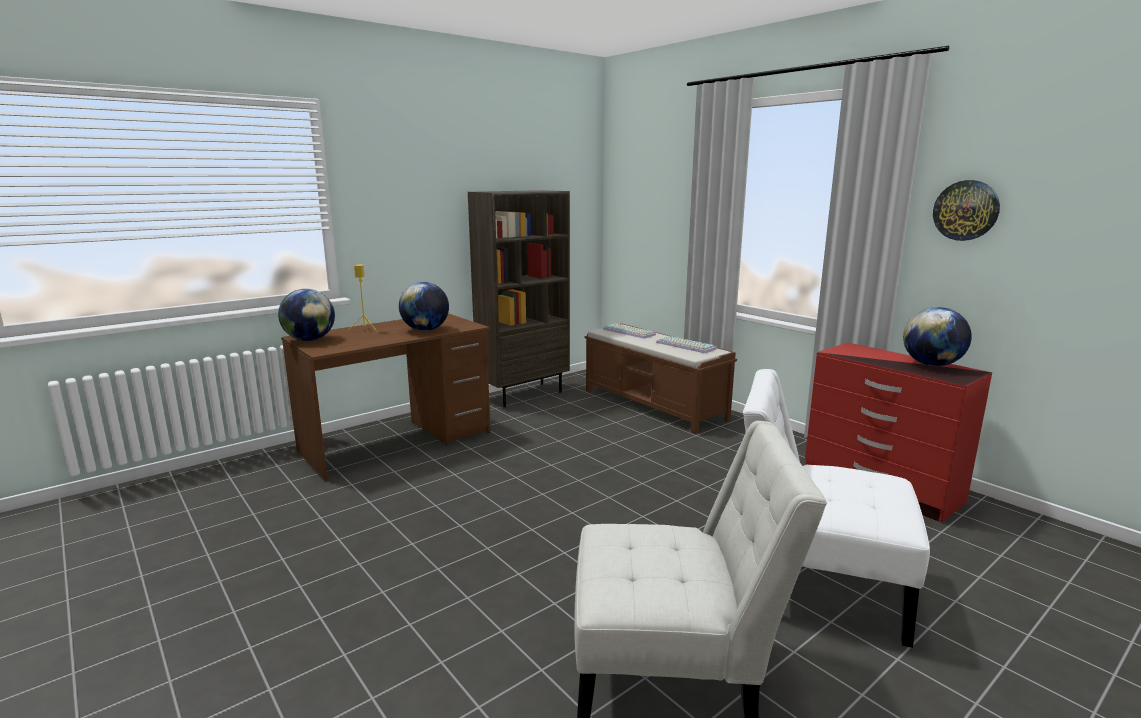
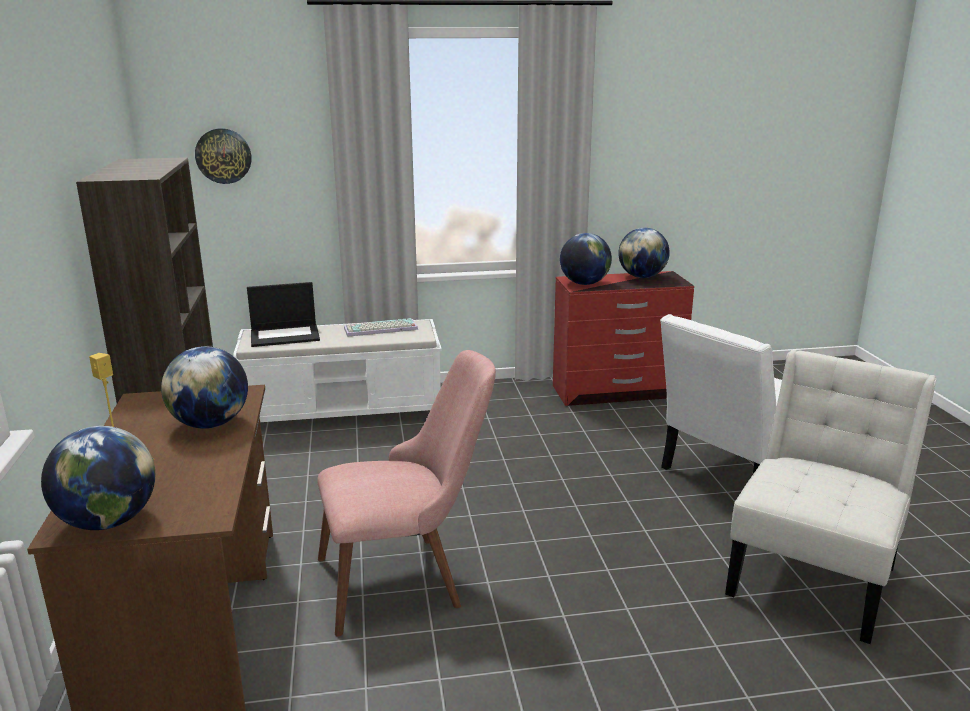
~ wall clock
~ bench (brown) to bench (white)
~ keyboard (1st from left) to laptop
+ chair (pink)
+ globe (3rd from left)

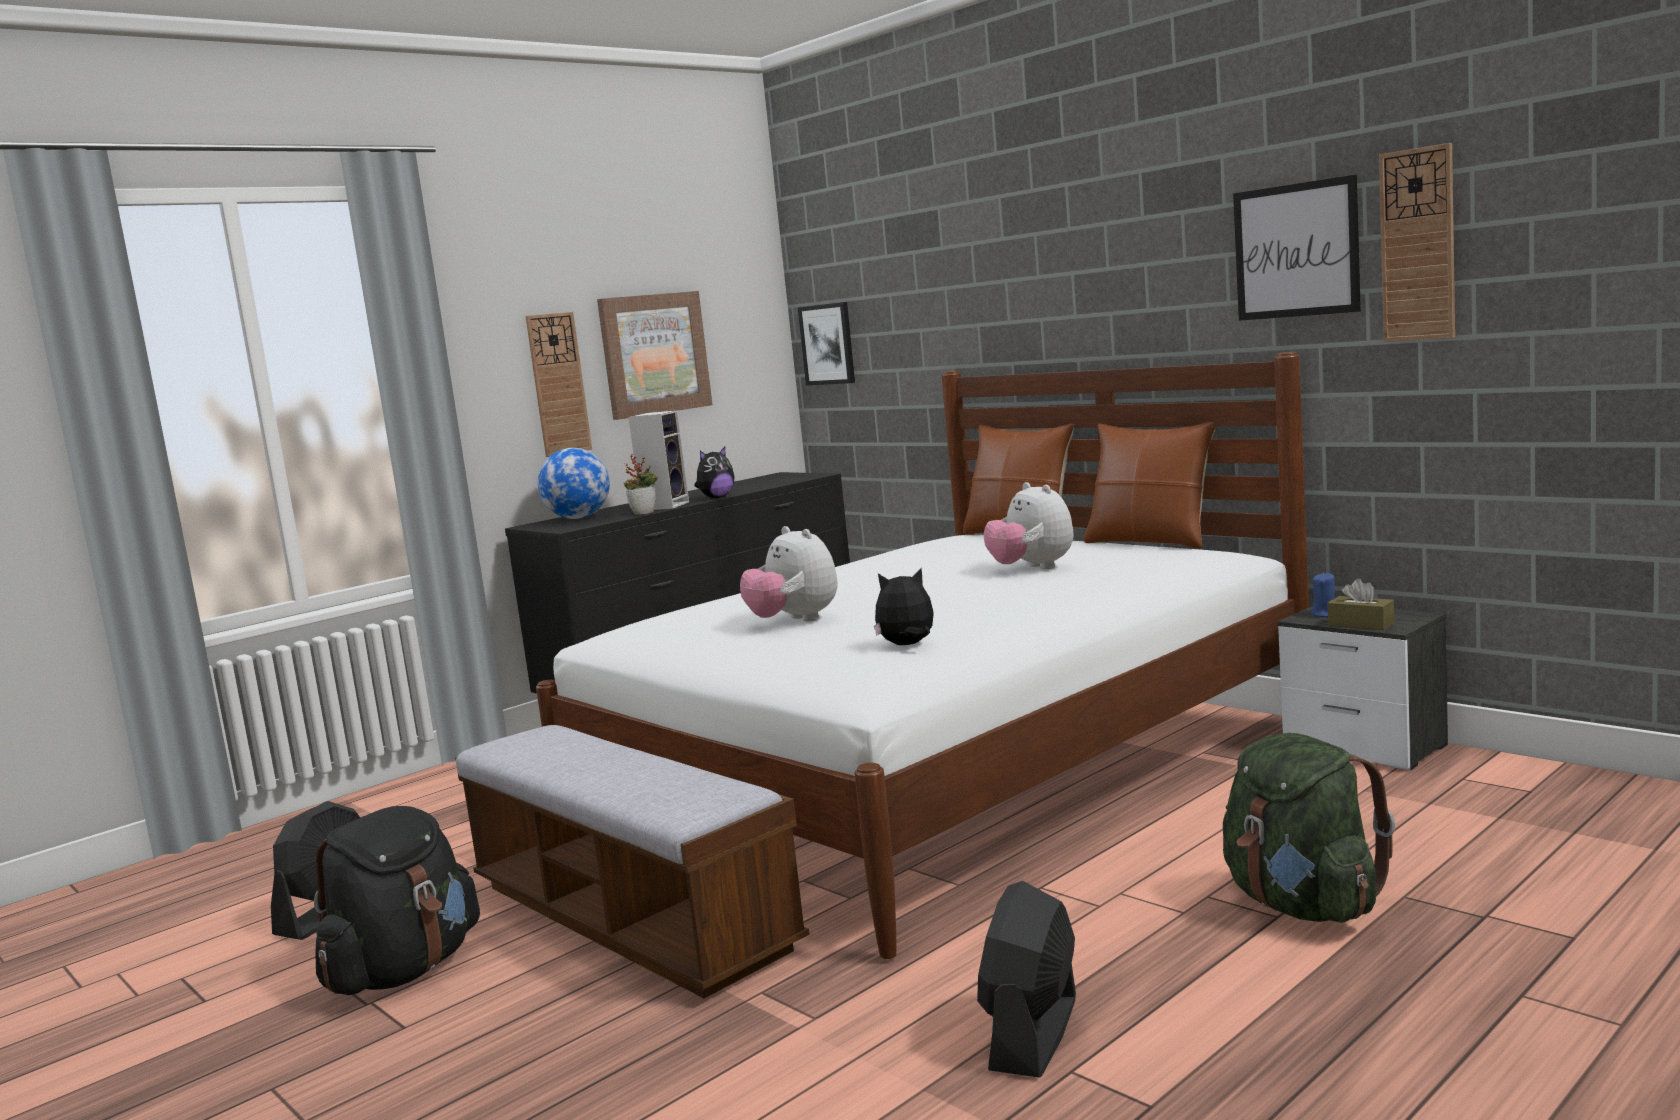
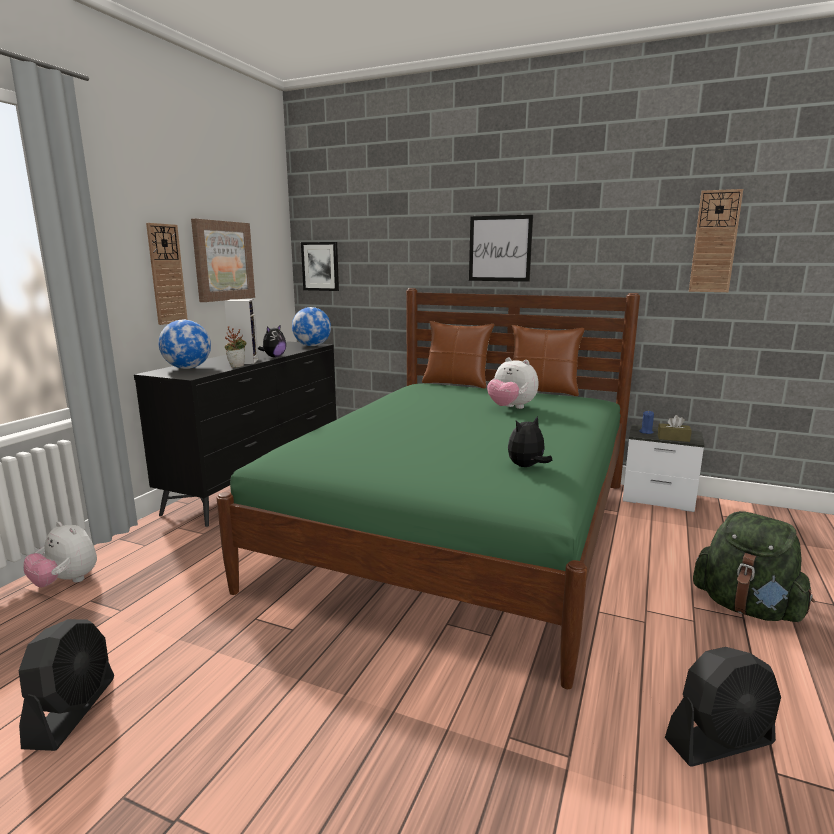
~ plush toy (2nd from left in the first image) to plush toy (1st from left)
~ bed (white) to bed (green)
+ globe (2nd from left)
~ picture (3rd from left)
~ fan (black) (2nd from left) 105 degrees counterclockwise
- backpack (black)
- bench

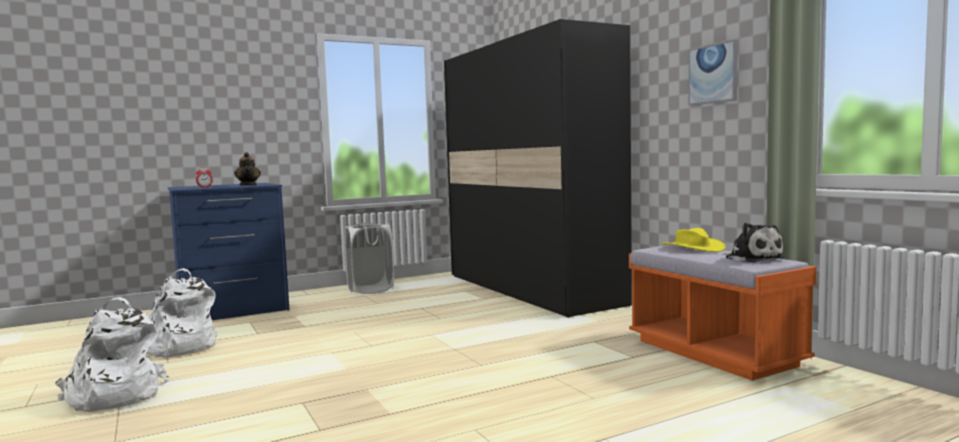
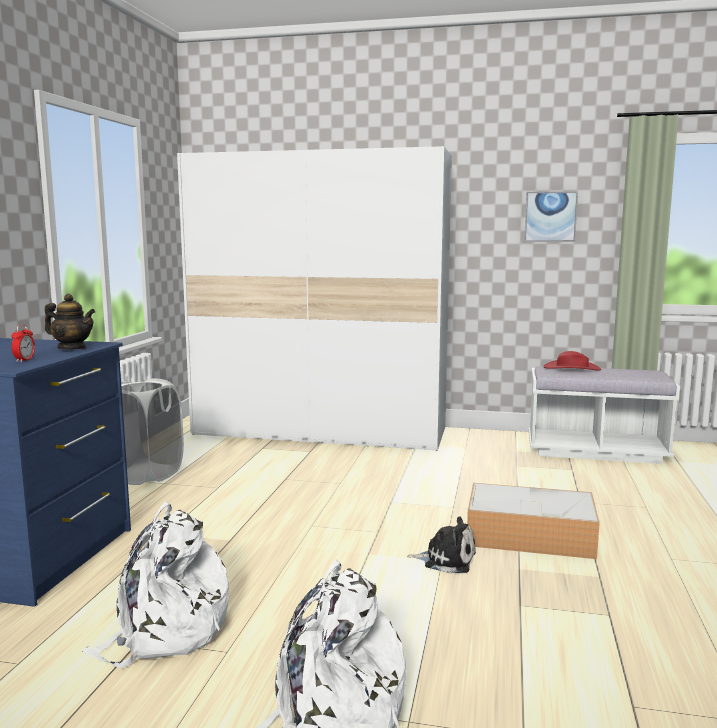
~ wardrobe (black) to wardrobe (white)
~ plush toy
+ storage box
~ bench (orange) to bench (white)
~ hat (yellow) to hat (red)

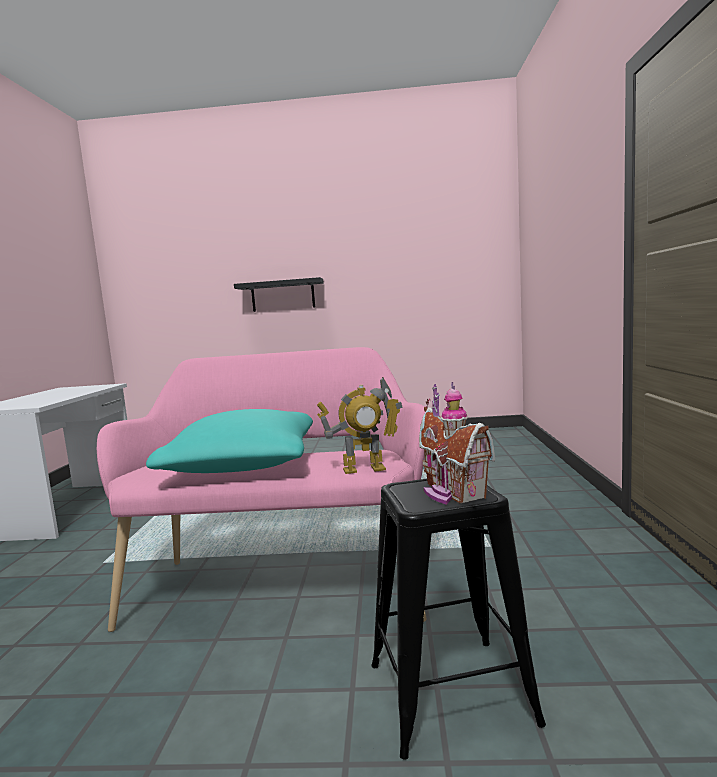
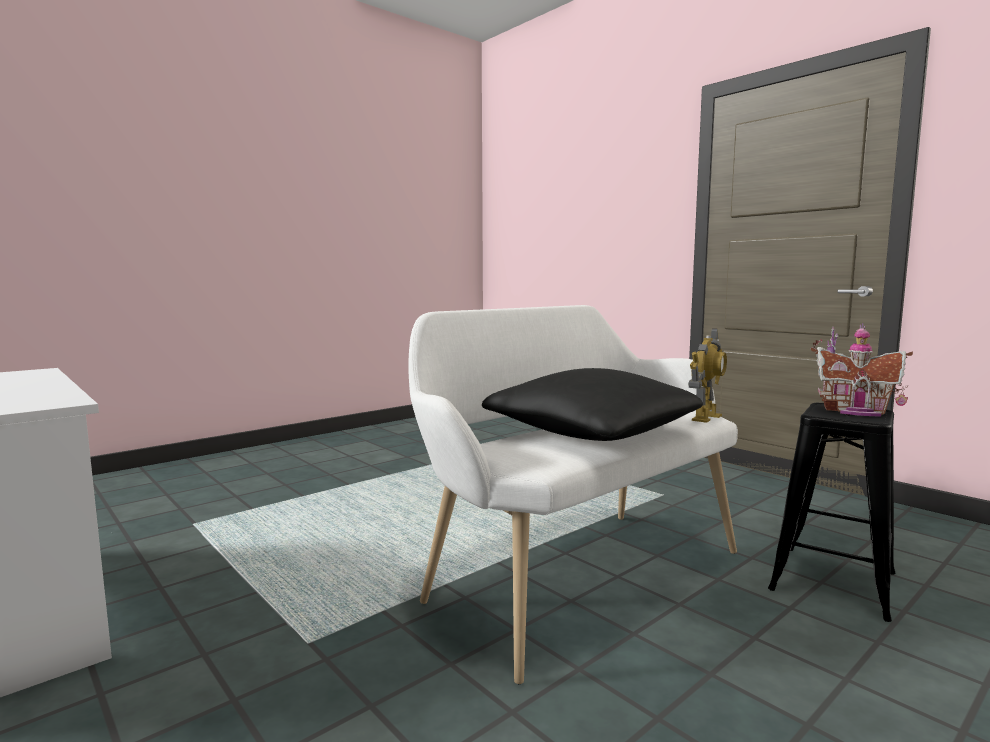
~ bench (pink) to bench (white)
~ pillow (turquoise) to pillow (black)
- shelf (black)

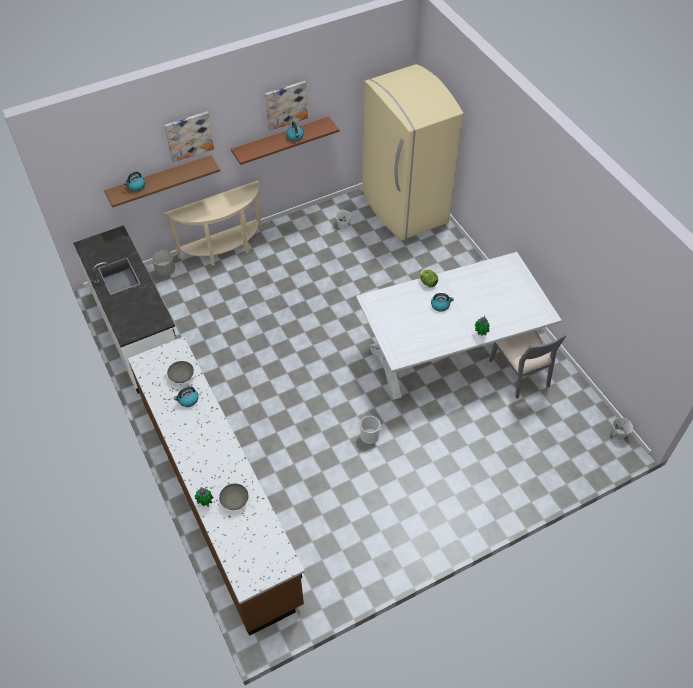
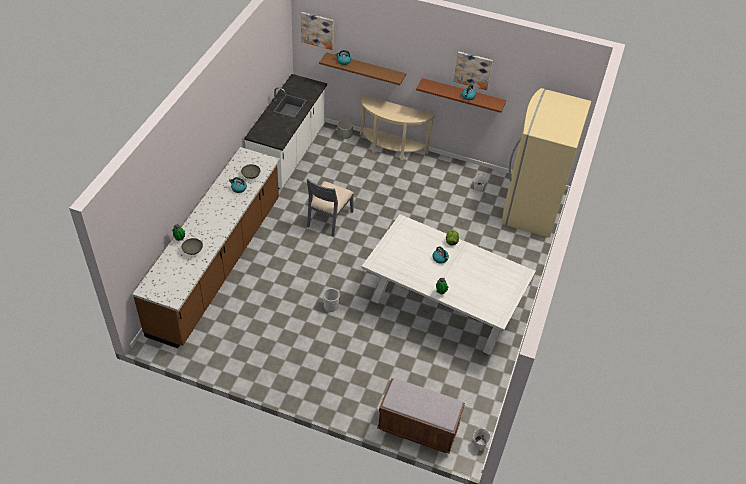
~ picture (1st from left)
~ chair (grey)
+ bench (brown)

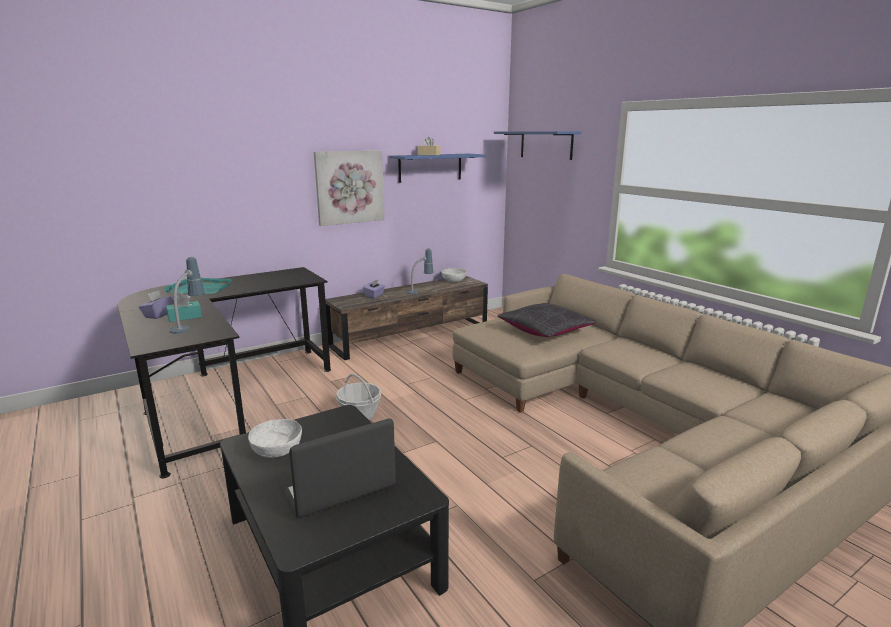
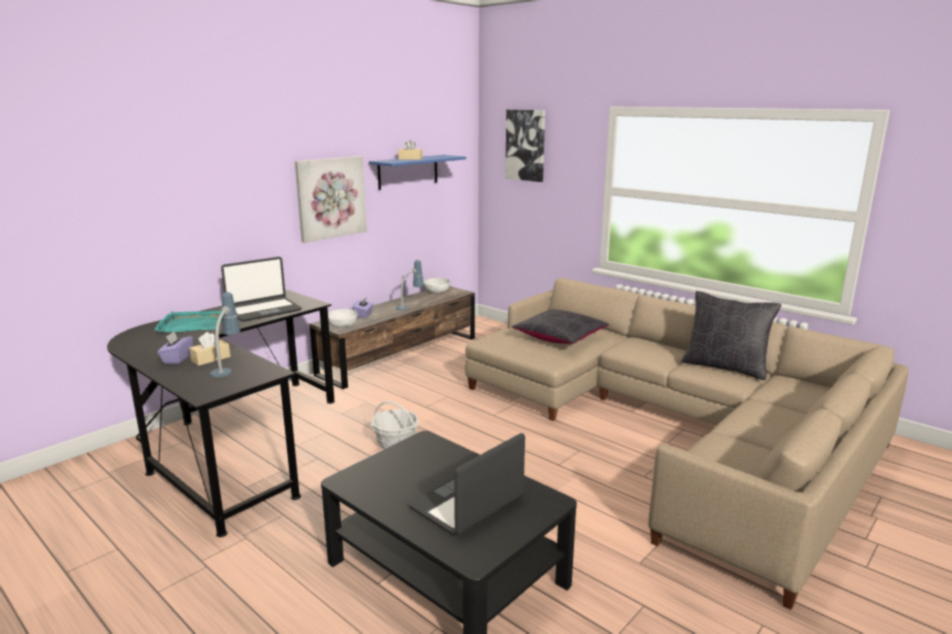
~ tissue box (turquoise) to tissue box (beige) (1st from left)
+ laptop (1st from left)
~ bowl (white) (1st from left)
~ shelf (blue) (2nd from left) to picture (2nd from left)
+ pillow (black) (2nd from left)

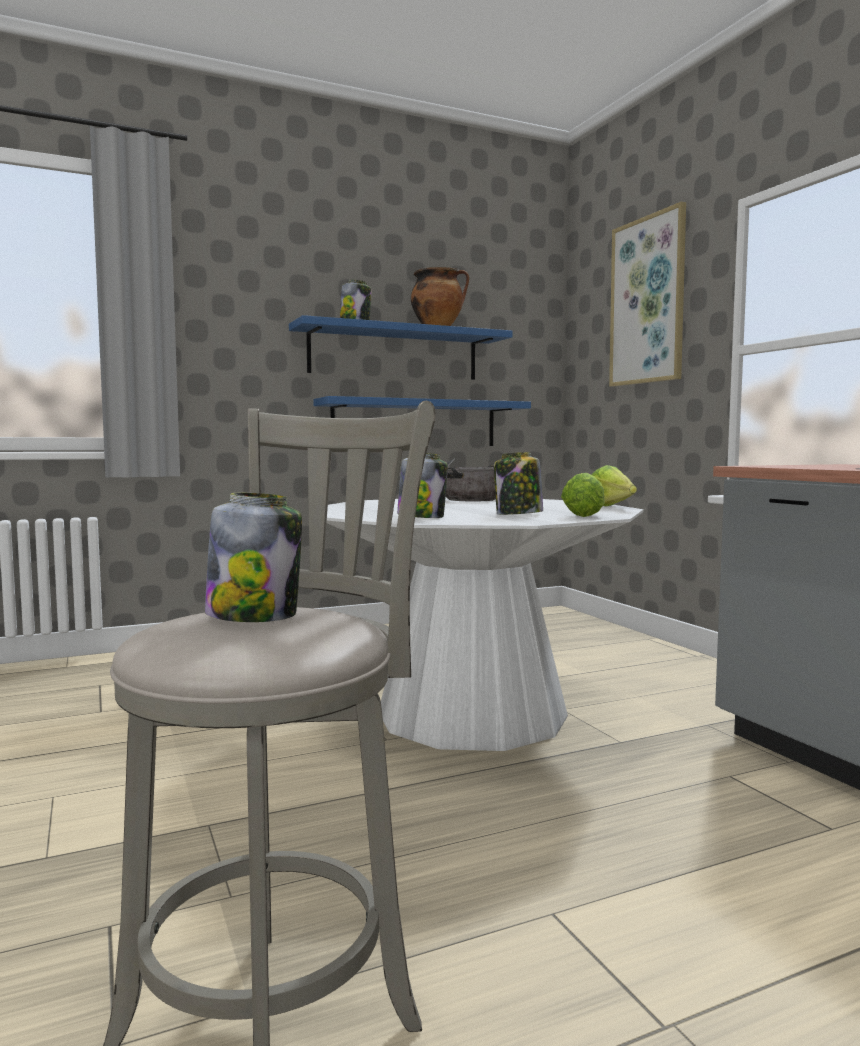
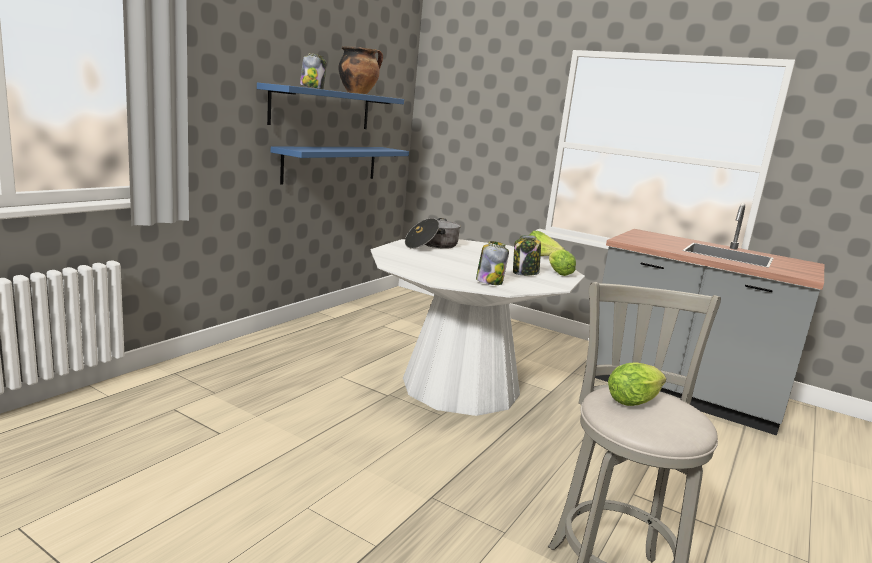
~ jar (1st from left) to lettuce (3rd from left)
- picture

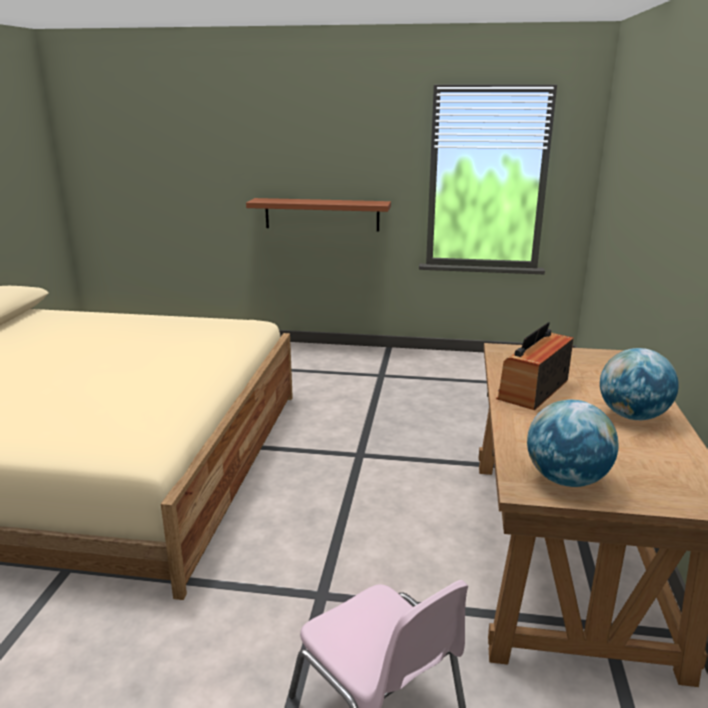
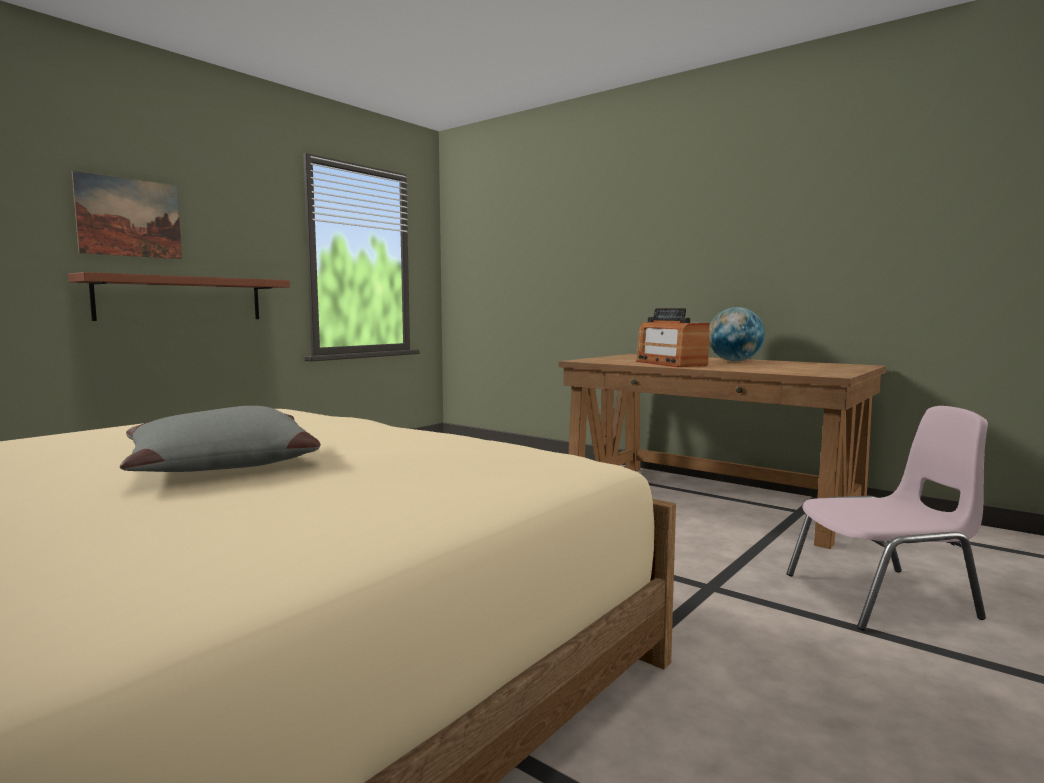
+ picture
+ pillow (grey)
- globe (1st from left)

